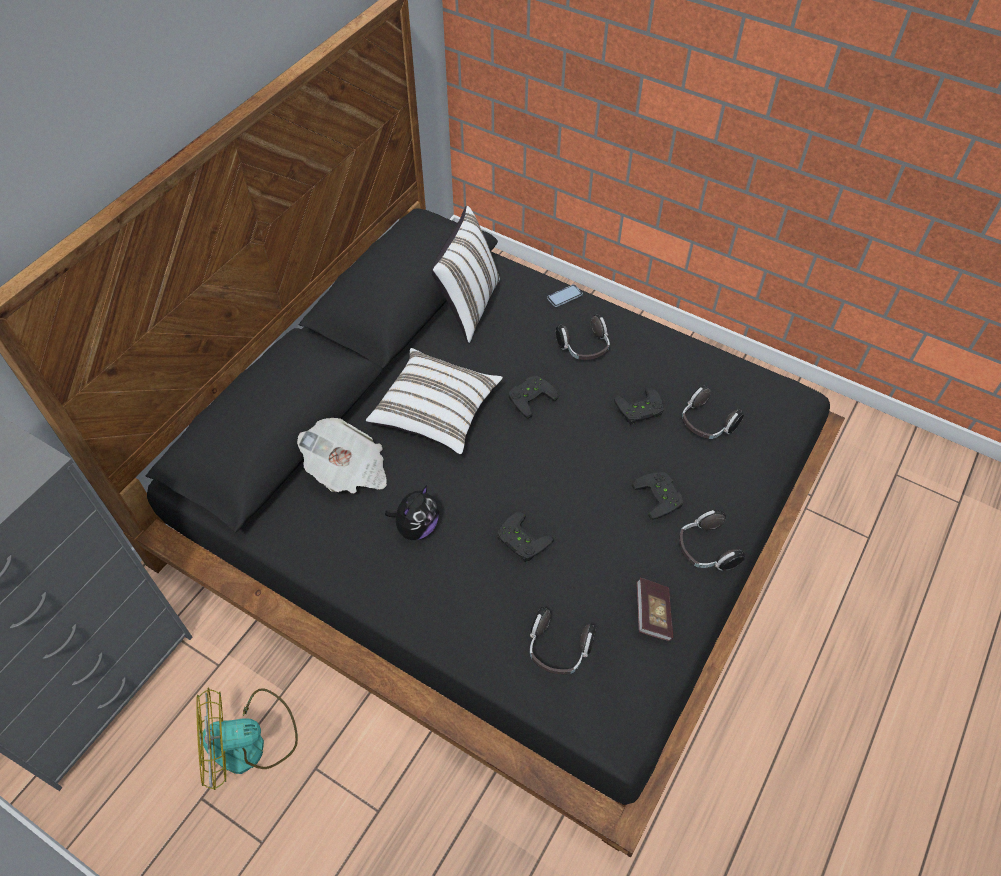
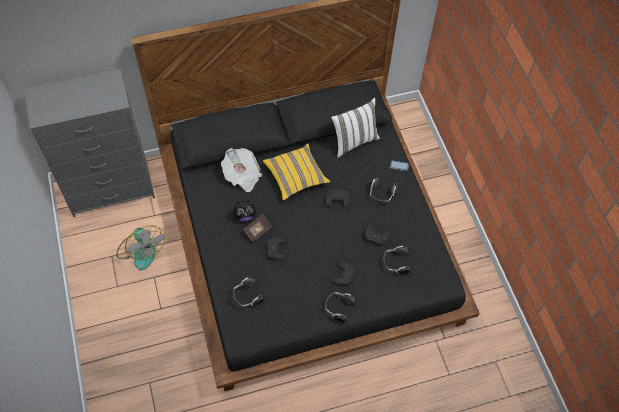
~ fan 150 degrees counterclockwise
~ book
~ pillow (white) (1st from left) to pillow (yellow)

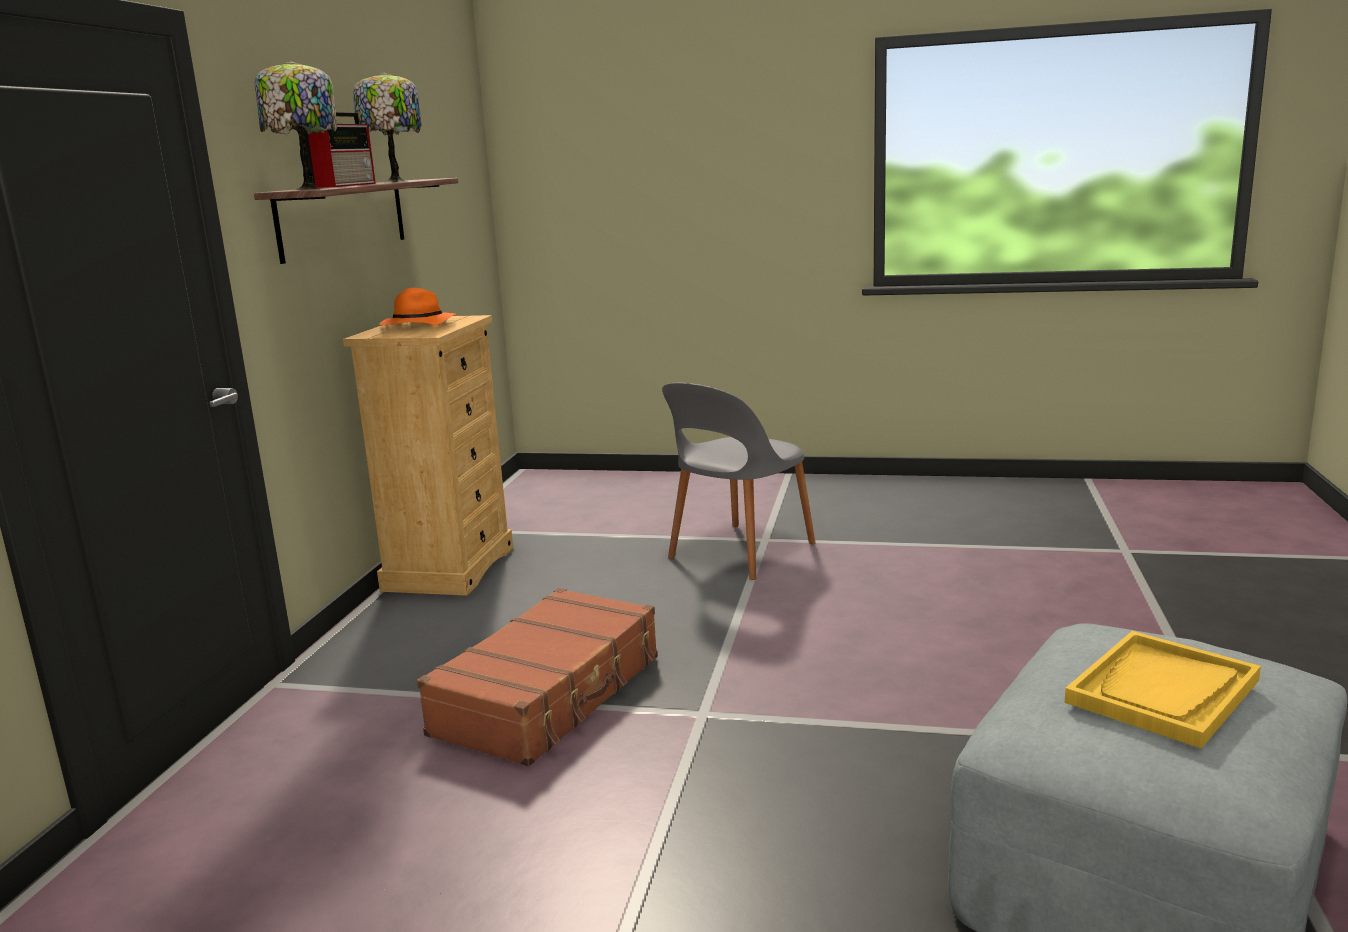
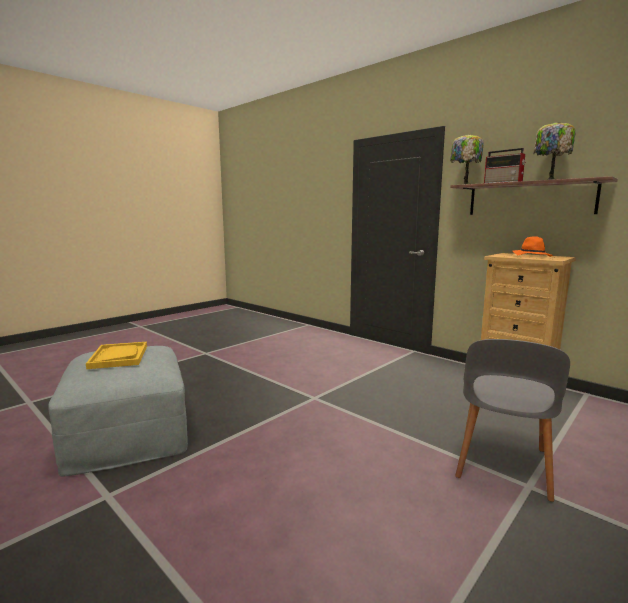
~ chair (grey) 135 degrees counterclockwise
- suitcase (brown)

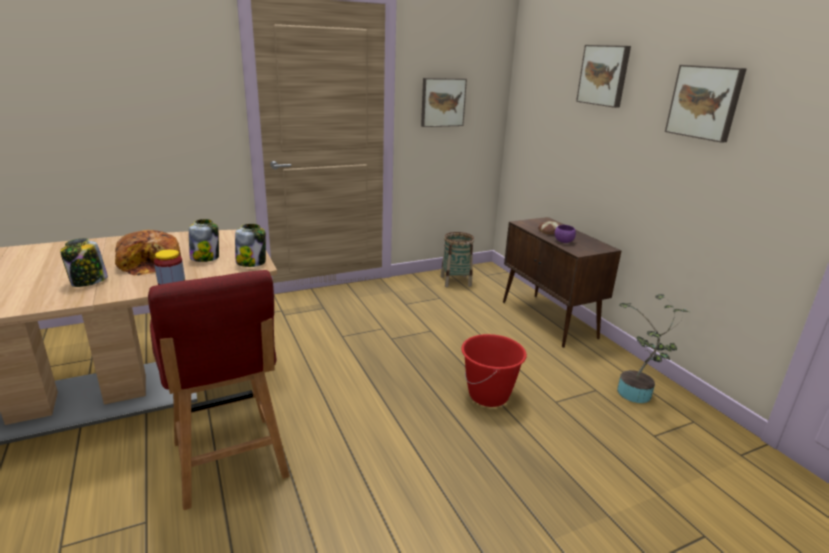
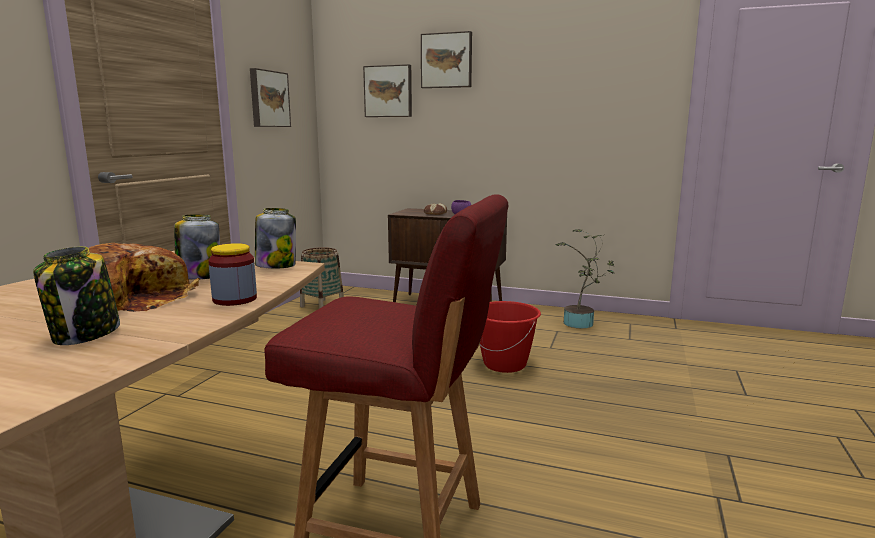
~ picture (3rd from left in the first image) to picture (2nd from left)

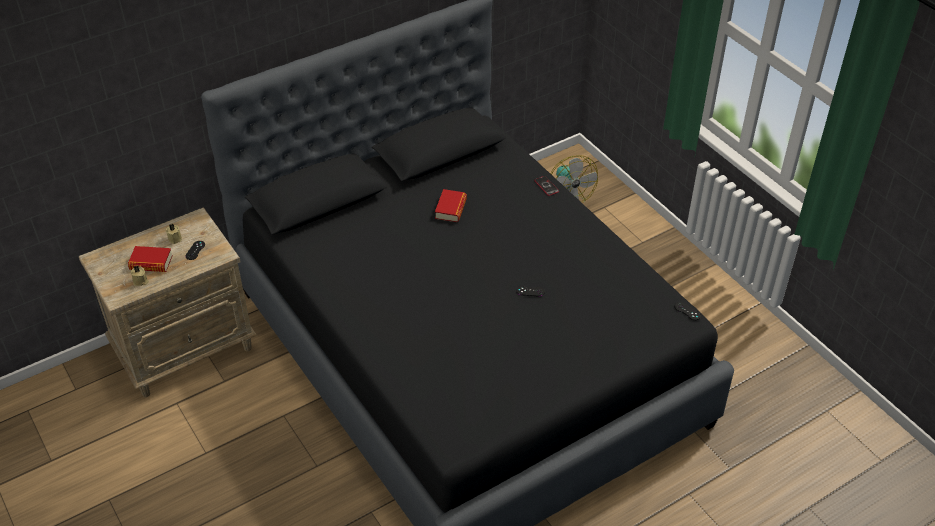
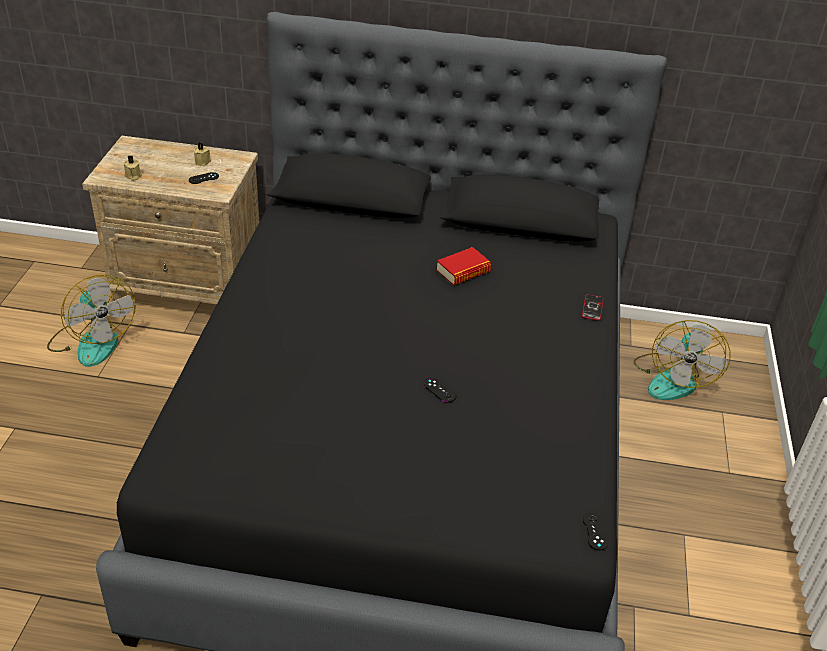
+ fan (1st from left)
- book (1st from left)

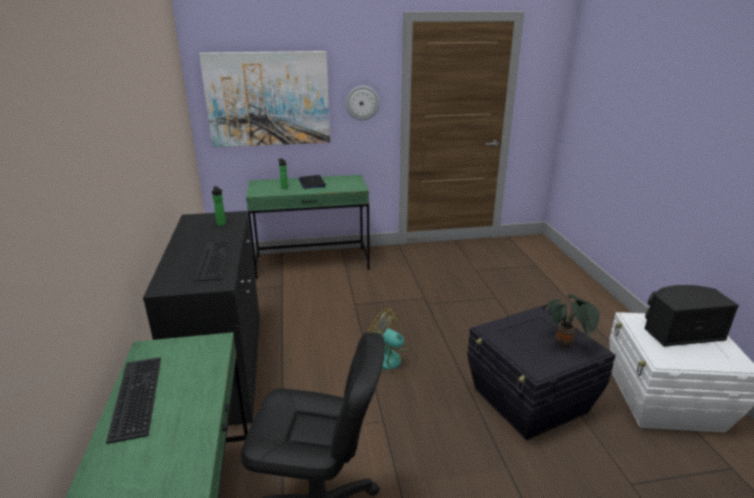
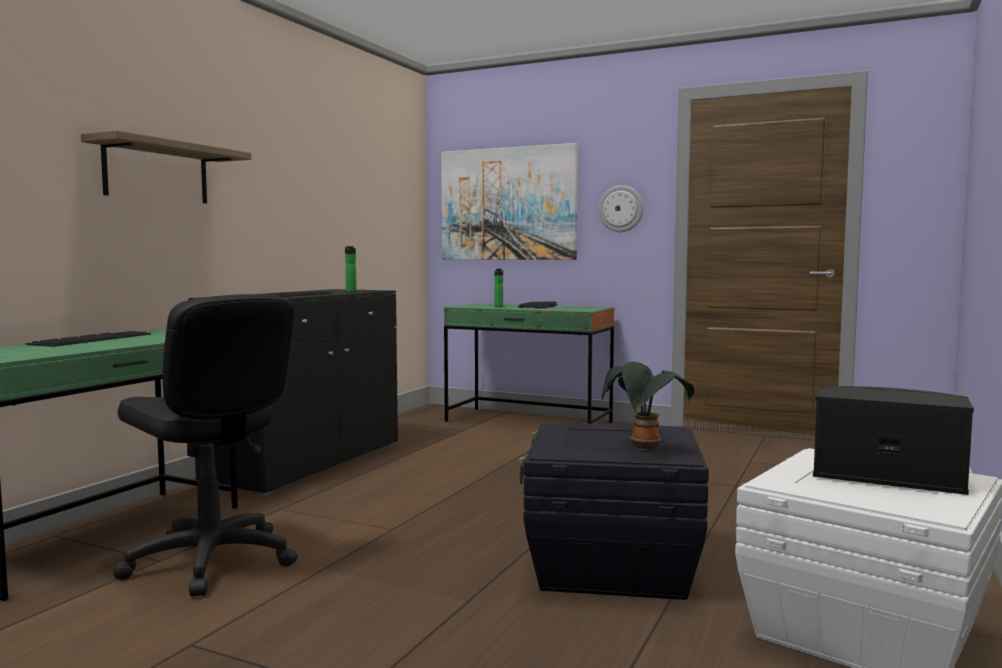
+ shelf
- fan

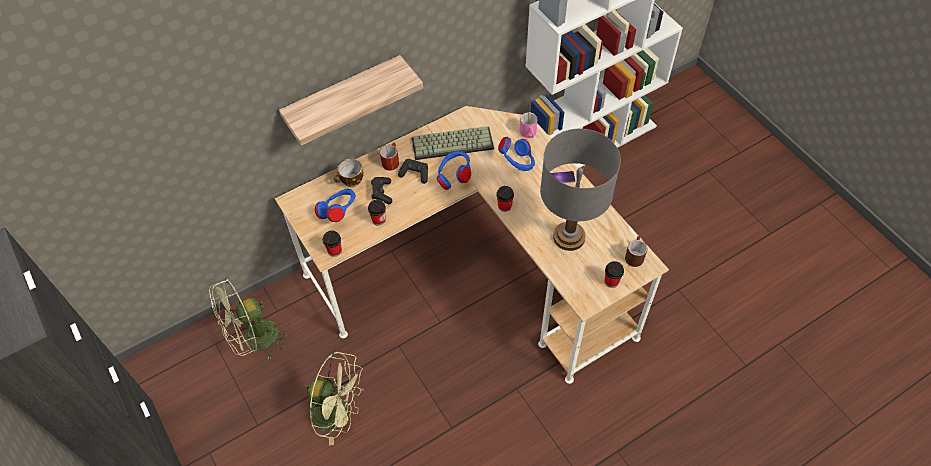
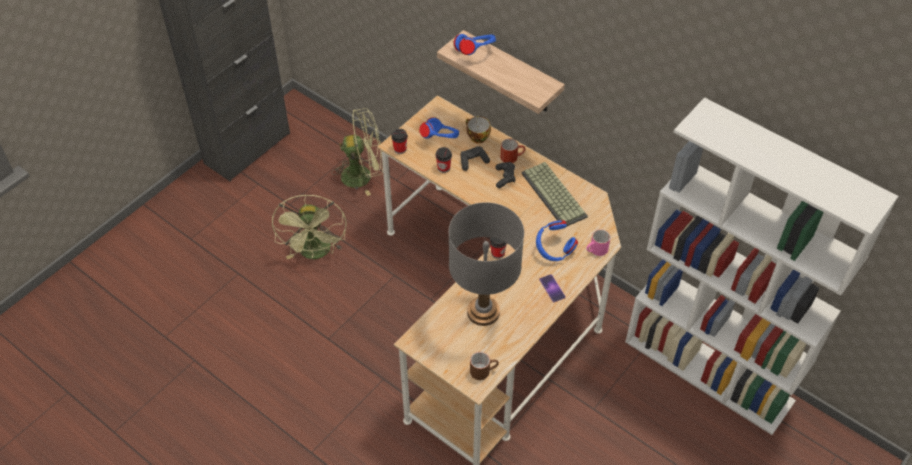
~ fan (green) (1st from left in the first image) 135 degrees clockwise
~ headphones (blue) (2nd from left)
- cup (5th from left)

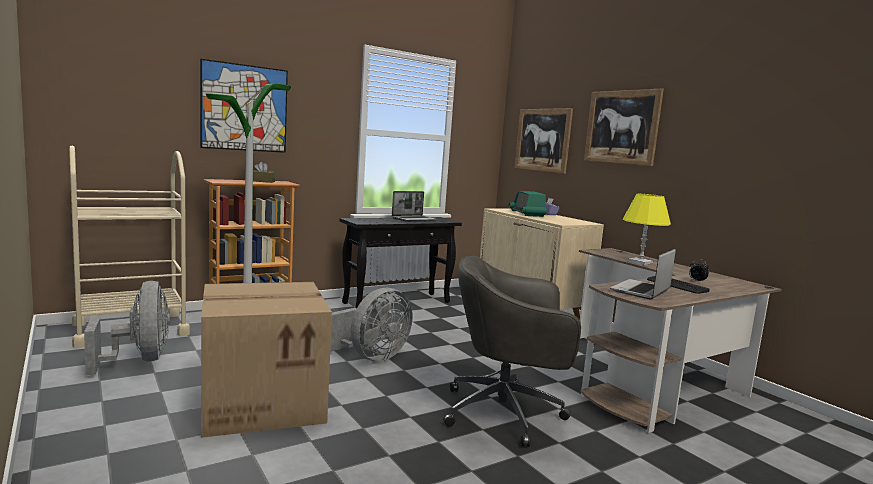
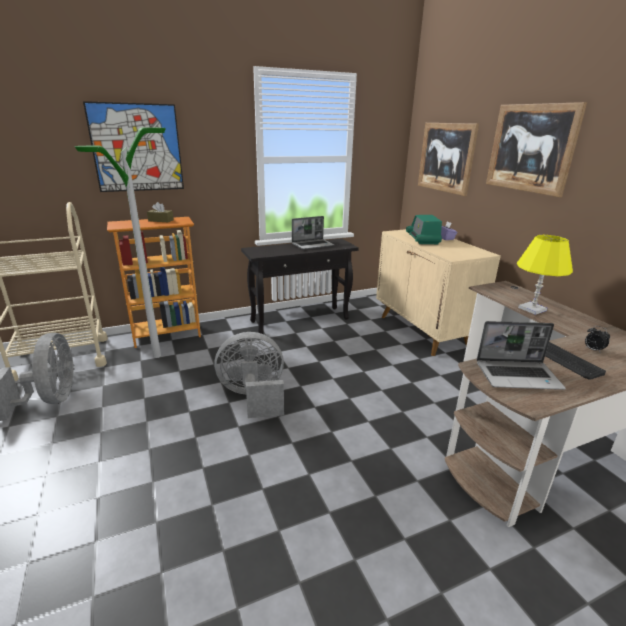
~ fan (grey) (2nd from left) 150 degrees counterclockwise
~ laptop (2nd from left) 135 degrees counterclockwise
- cardboard box
- office chair (grey)

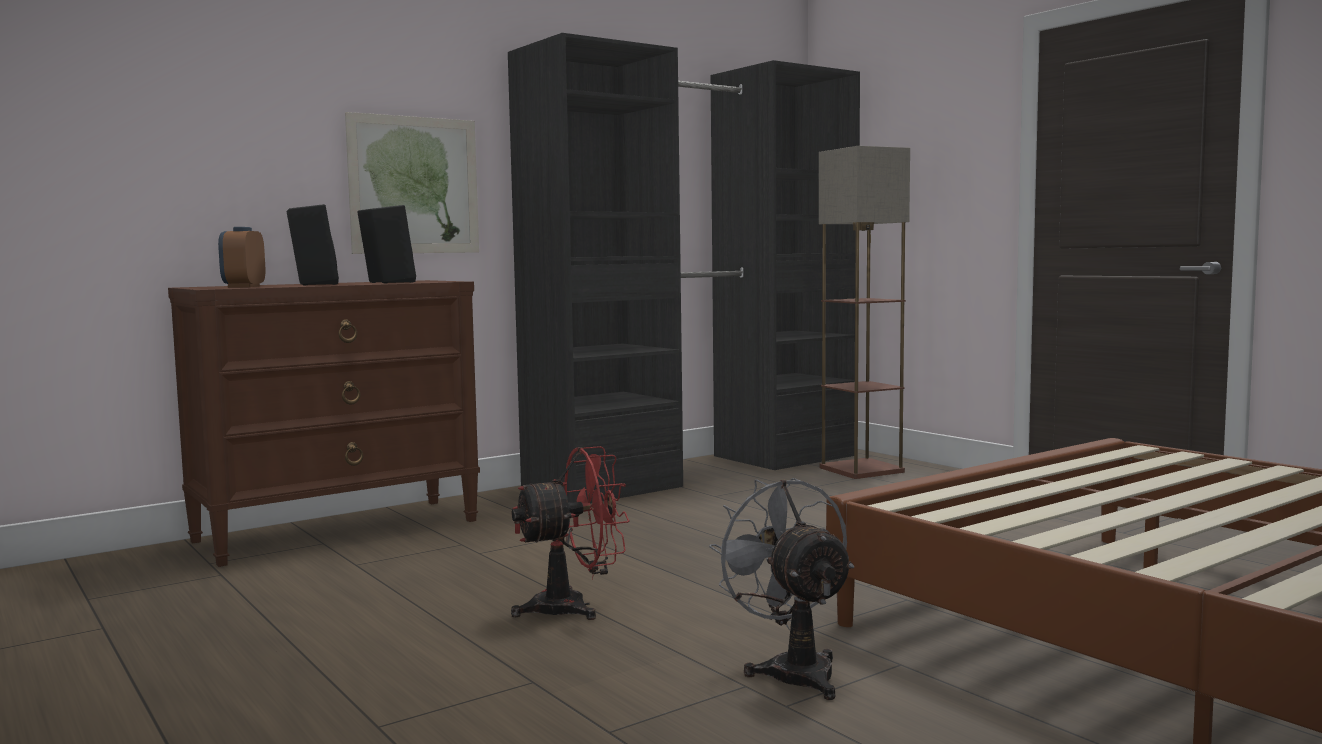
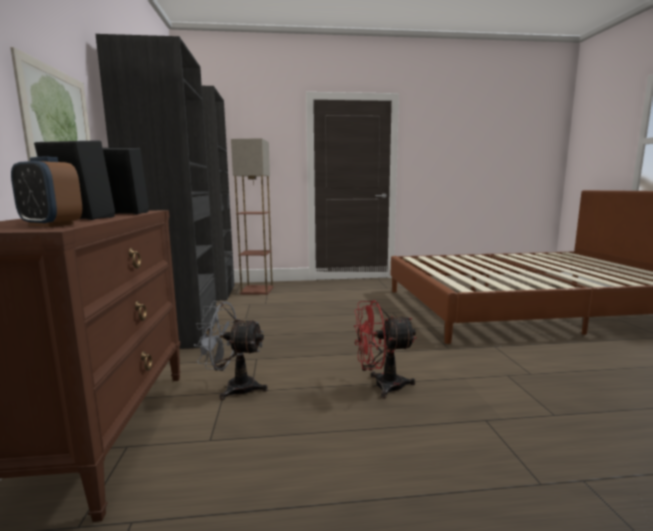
~ fan (grey)
~ fan (red) 105 degrees counterclockwise

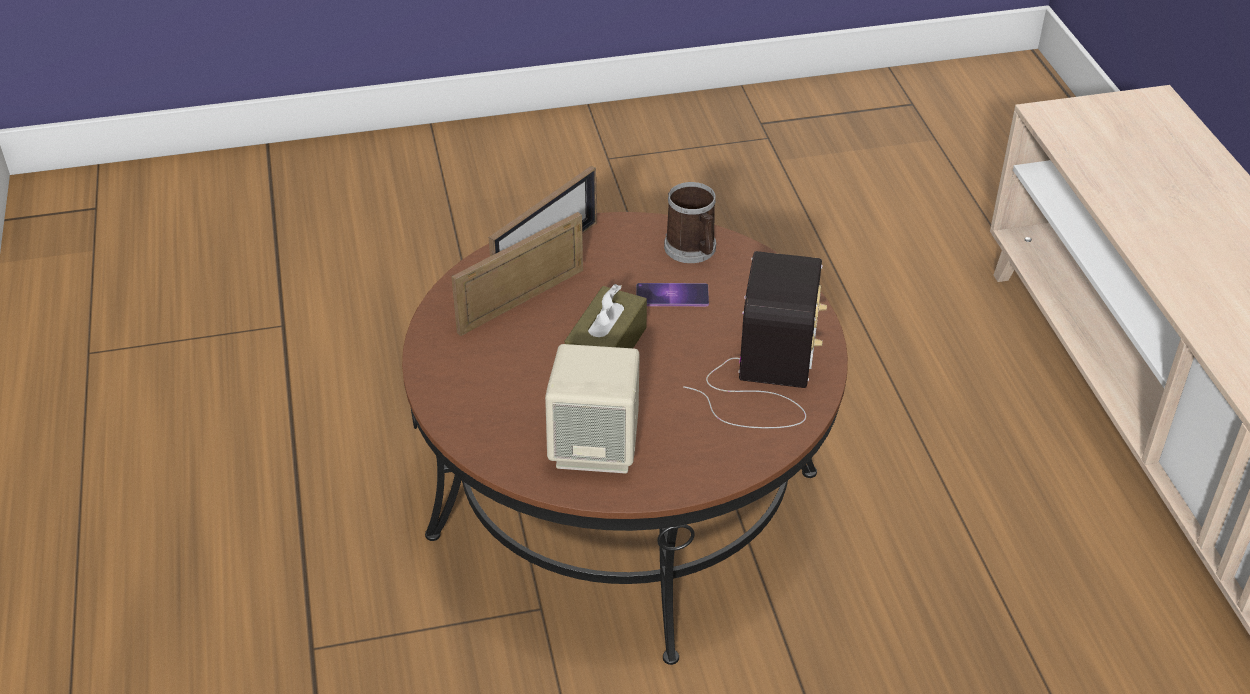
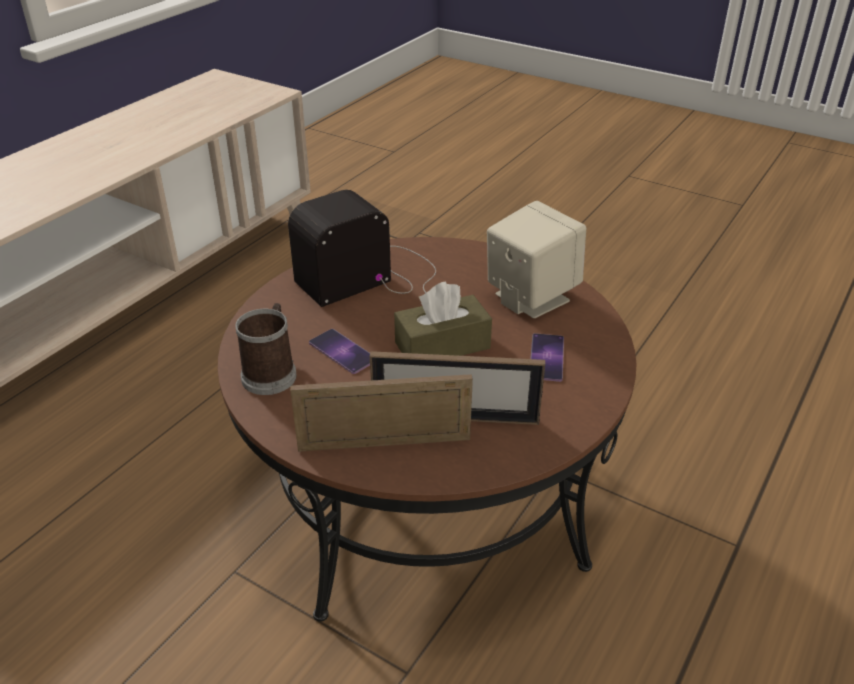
+ phone (2nd from left)

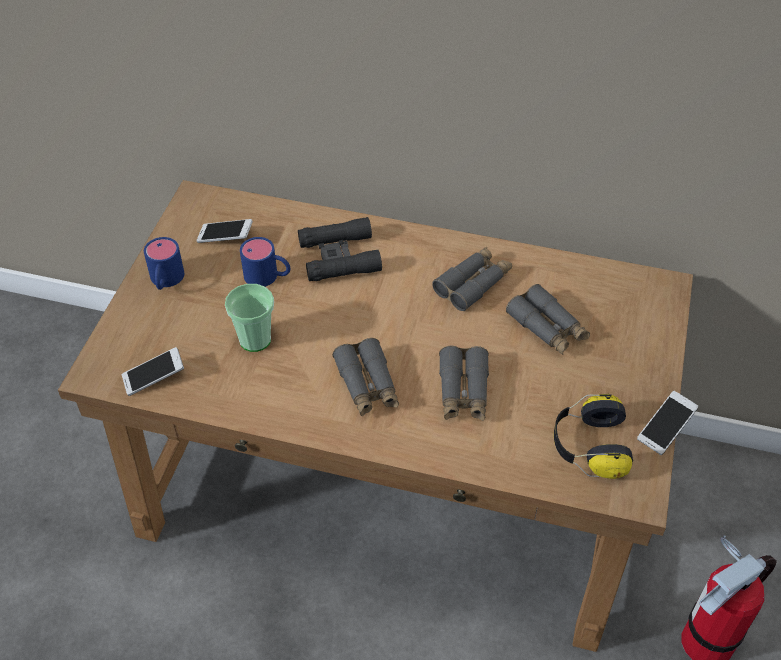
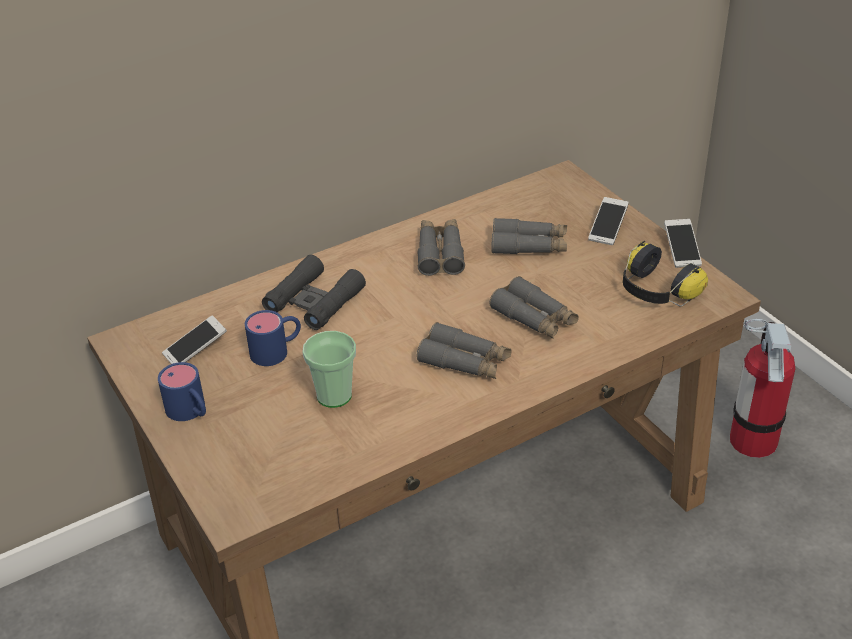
~ phone (1st from left in the first image) to phone (2nd from left)

